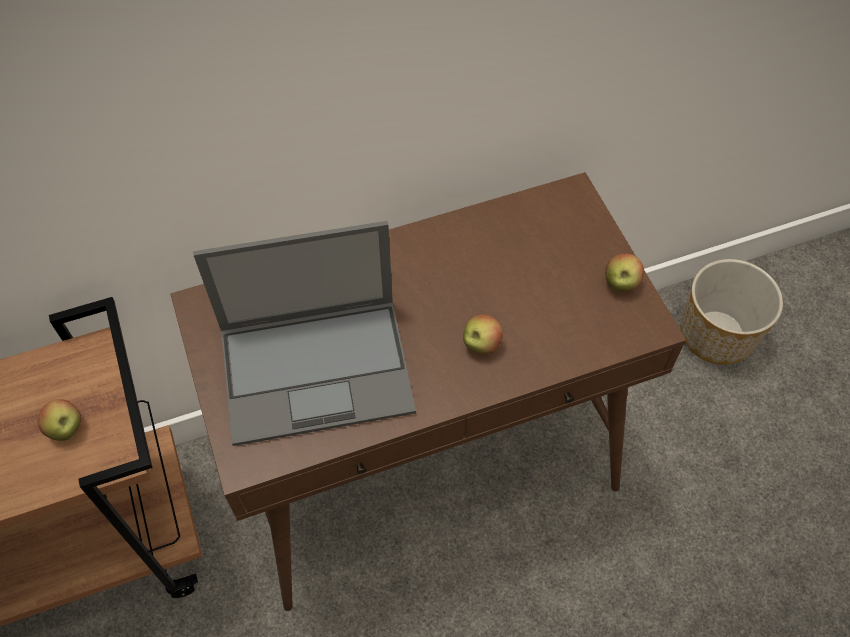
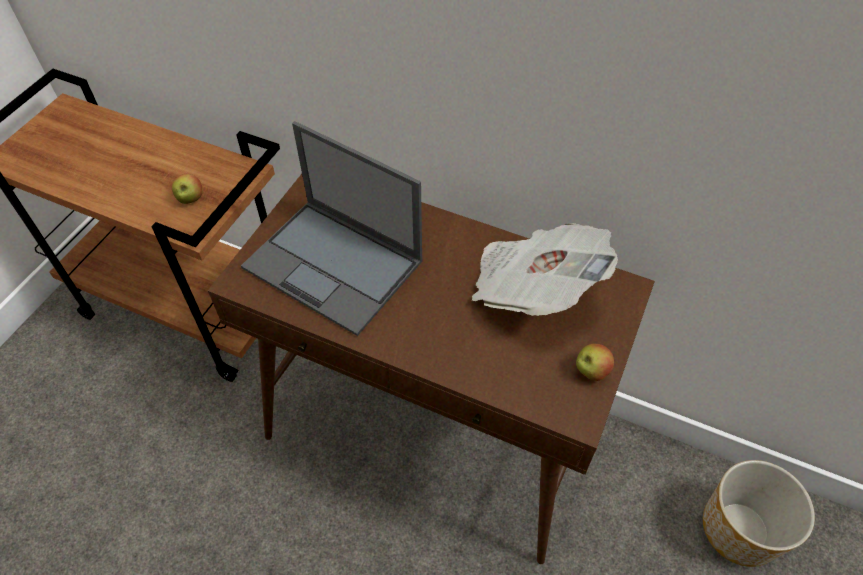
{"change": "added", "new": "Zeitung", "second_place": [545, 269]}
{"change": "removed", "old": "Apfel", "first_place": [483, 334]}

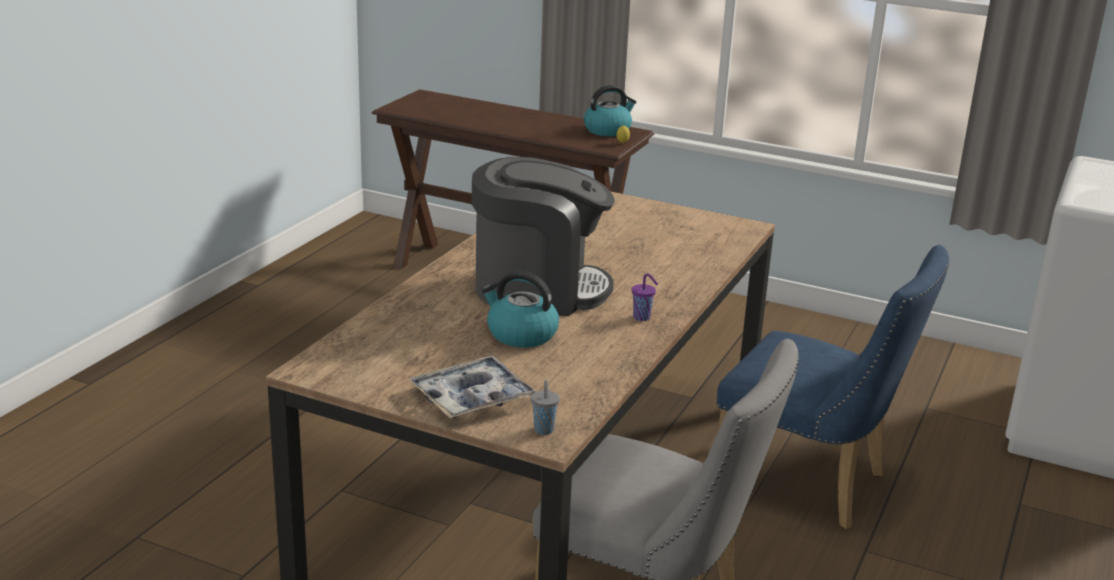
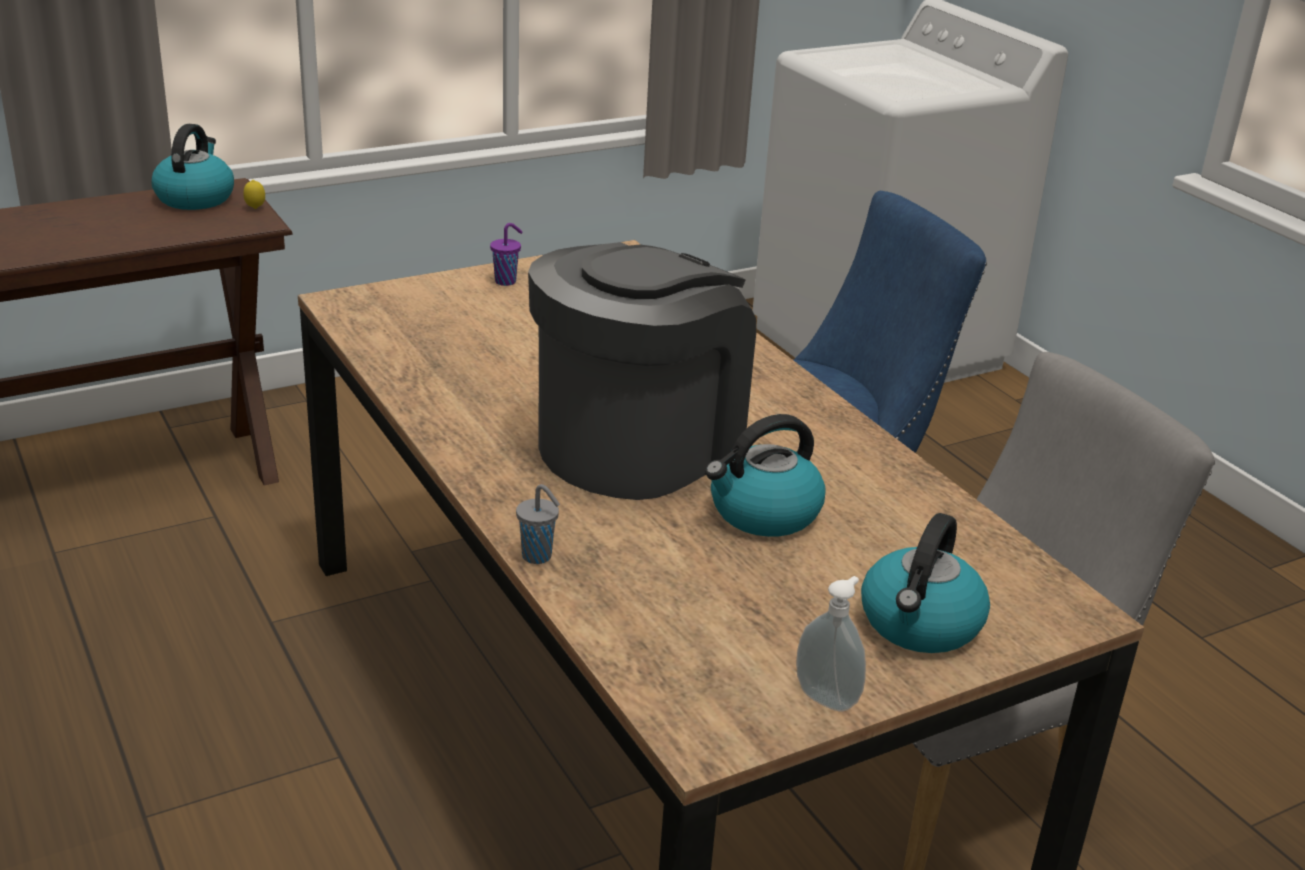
{"change": "moved", "old": "Tasse [lila]", "first_place": [645, 297], "second_place": [506, 254]}
{"change": "moved", "old": "Tasse [grau]", "first_place": [545, 407], "second_place": [538, 524]}
{"change": "added", "new": "Seifenspender", "second_place": [831, 644]}
{"change": "replaced", "old": "Tablett", "new": "Wasserkessel", "first_place": [472, 387], "second_place": [925, 583]}

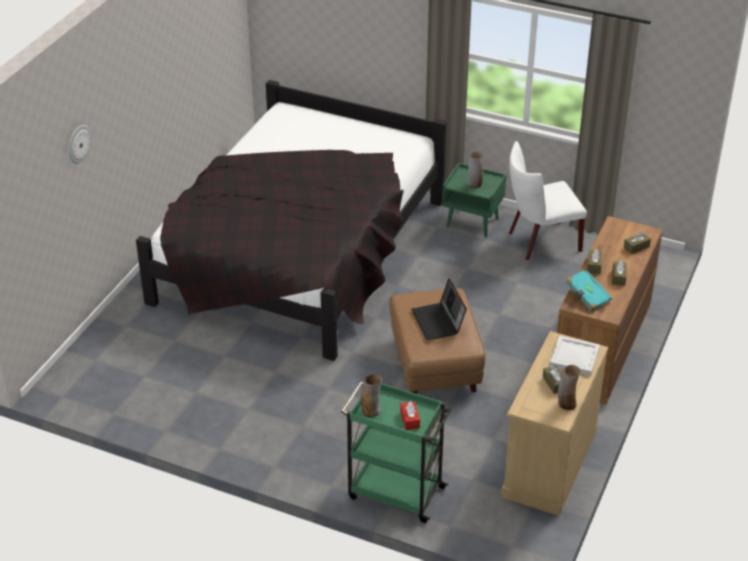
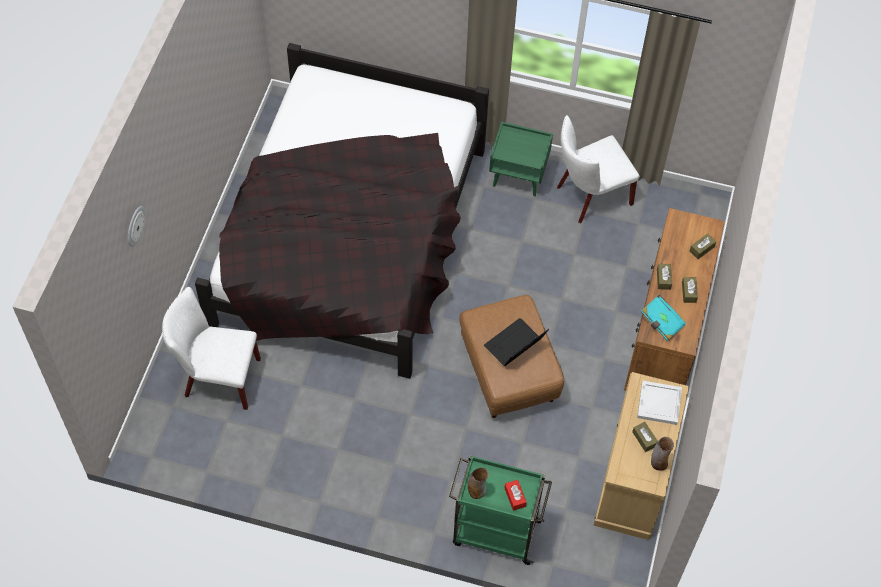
{"change": "added", "new": "Stuhl [weiß]", "second_place": [211, 348]}
{"change": "turned", "old": "Laptop", "first_place": [439, 309], "second_place": [516, 342], "degrees": 75}
{"change": "removed", "old": "Vase", "first_place": [475, 169]}

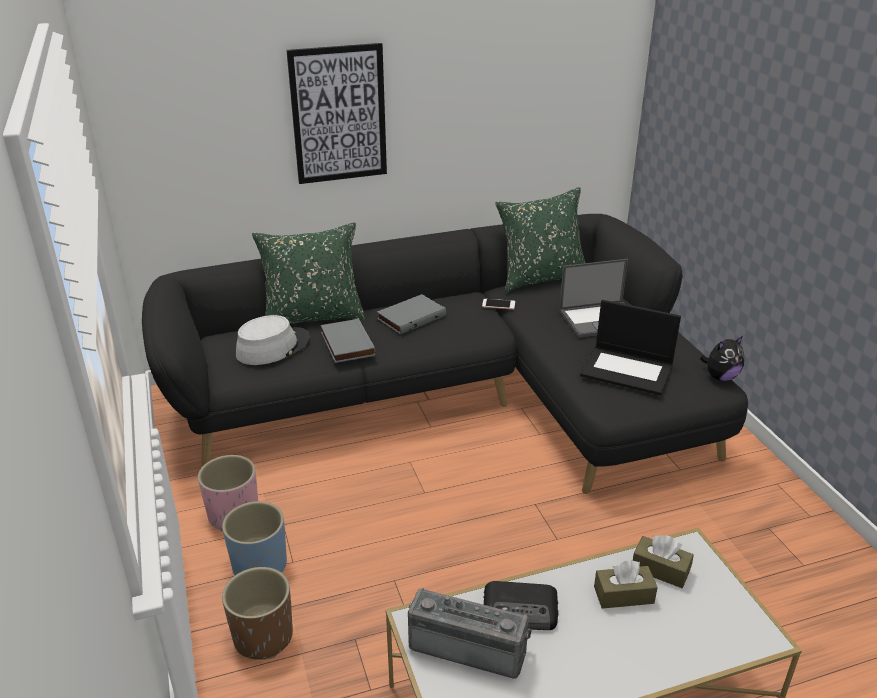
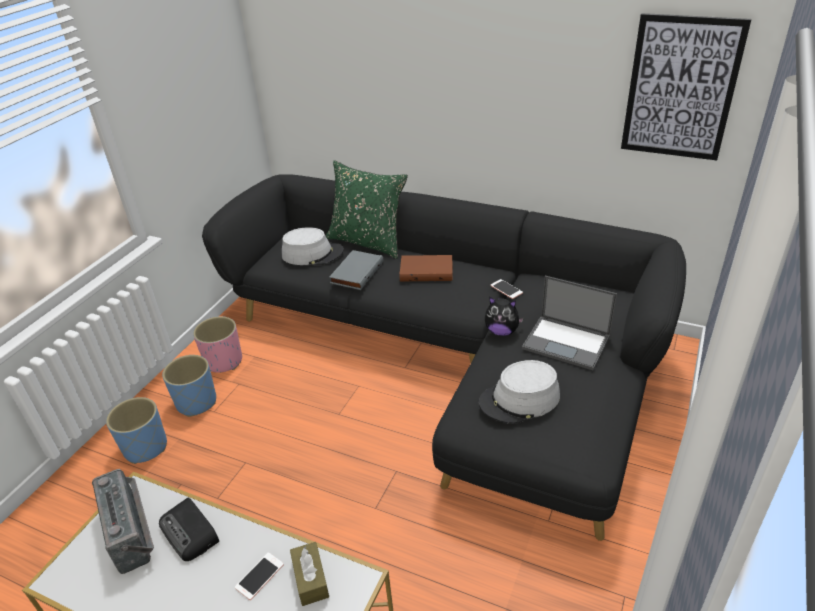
{"change": "recoloured", "old": "Pflanzkübel [braun]", "new": "Pflanzkübel [blau]", "first_place": [257, 613], "second_place": [136, 430]}
{"change": "replaced", "old": "Taschentuchbox [braun]", "new": "Handy", "first_place": [626, 584], "second_place": [259, 576]}
{"change": "recoloured", "old": "Buch [grau]", "new": "Buch [braun]", "first_place": [411, 314], "second_place": [425, 268]}
{"change": "replaced", "old": "Laptop", "new": "Hut [grau]", "first_place": [630, 347], "second_place": [519, 392]}
{"change": "moved", "old": "Plüschtier", "first_place": [722, 358], "second_place": [504, 316]}
{"change": "moved", "old": "Bild", "first_place": [336, 113], "second_place": [686, 86]}
{"change": "removed", "old": "Kissen [grün]", "first_place": [540, 239]}

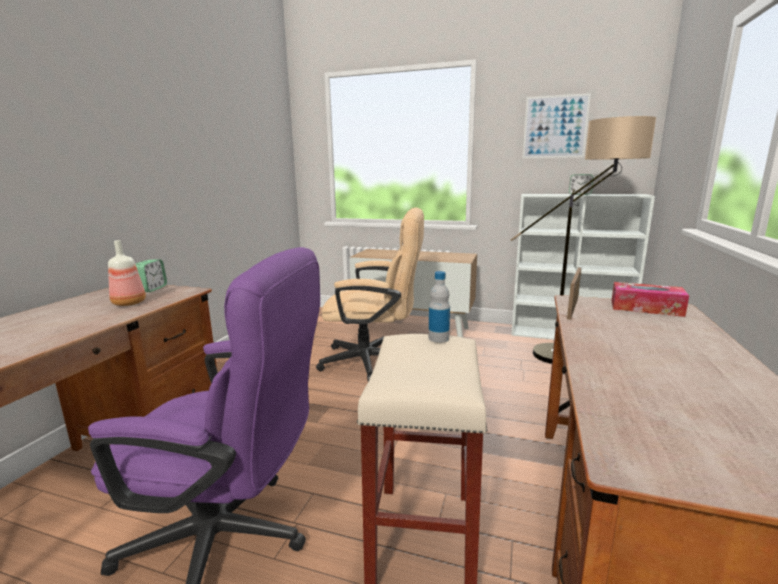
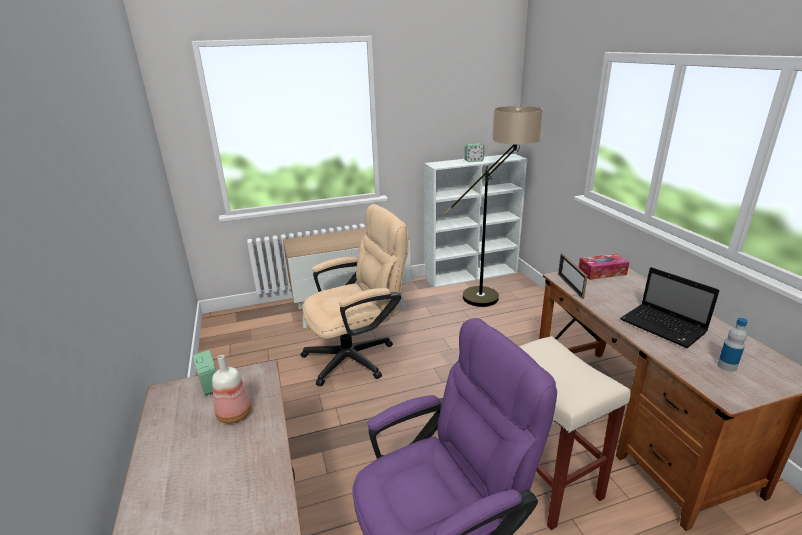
{"change": "added", "new": "Laptop", "second_place": [670, 307]}
{"change": "moved", "old": "Flasche", "first_place": [439, 307], "second_place": [732, 345]}
{"change": "removed", "old": "Bild", "first_place": [557, 126]}

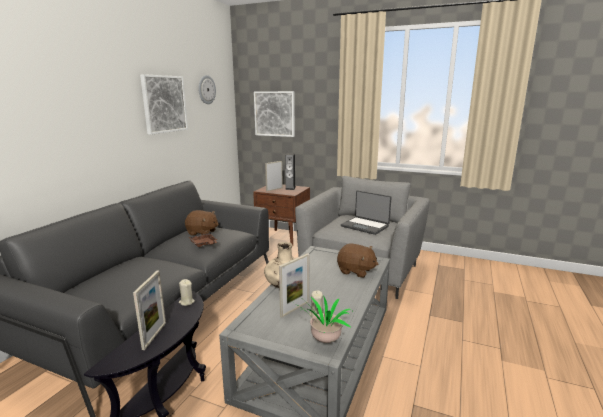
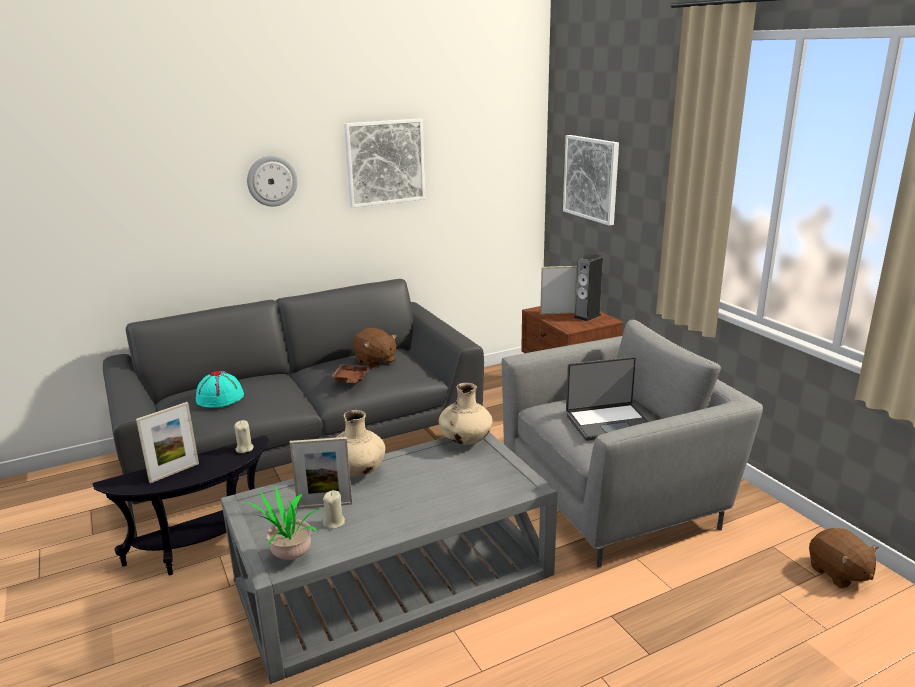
{"change": "added", "new": "Hut [türkis]", "second_place": [220, 389]}
{"change": "moved", "old": "Wanduhr", "first_place": [207, 89], "second_place": [272, 181]}
{"change": "added", "new": "Vase [beige]", "second_place": [466, 414]}
{"change": "turned", "old": "Laptop", "first_place": [366, 212], "second_place": [607, 399], "degrees": -90}
{"change": "moved", "old": "Plüschtier [braun]", "first_place": [357, 261], "second_place": [844, 558]}

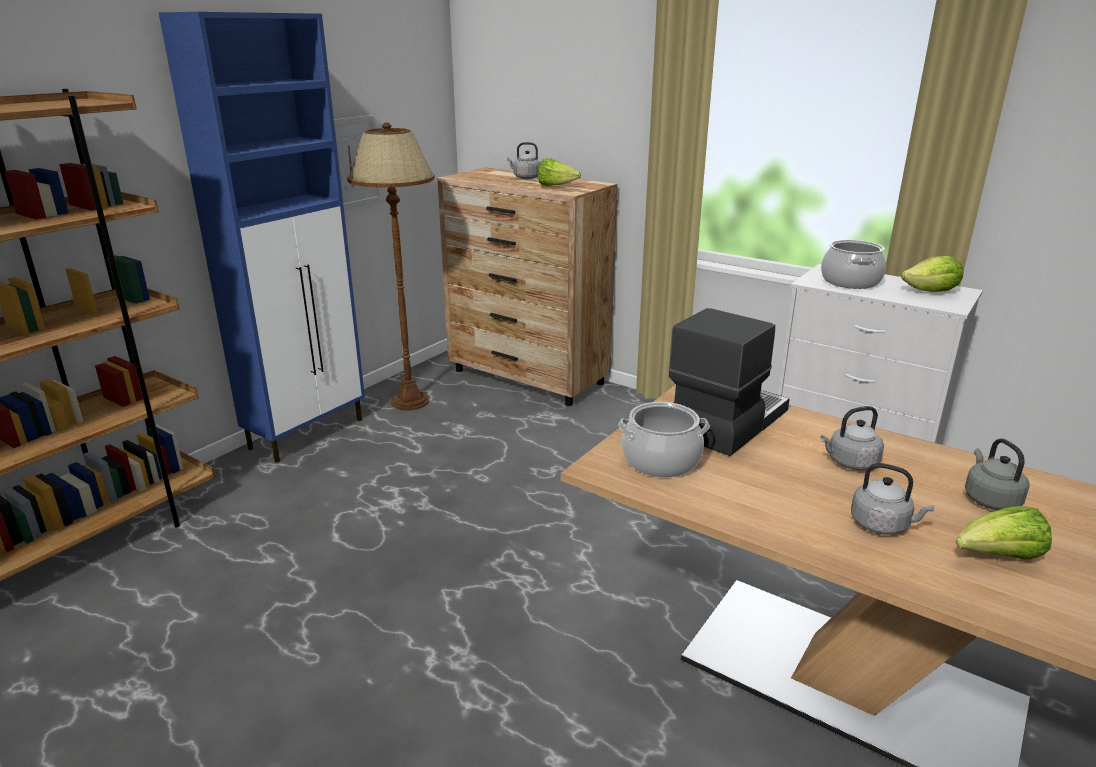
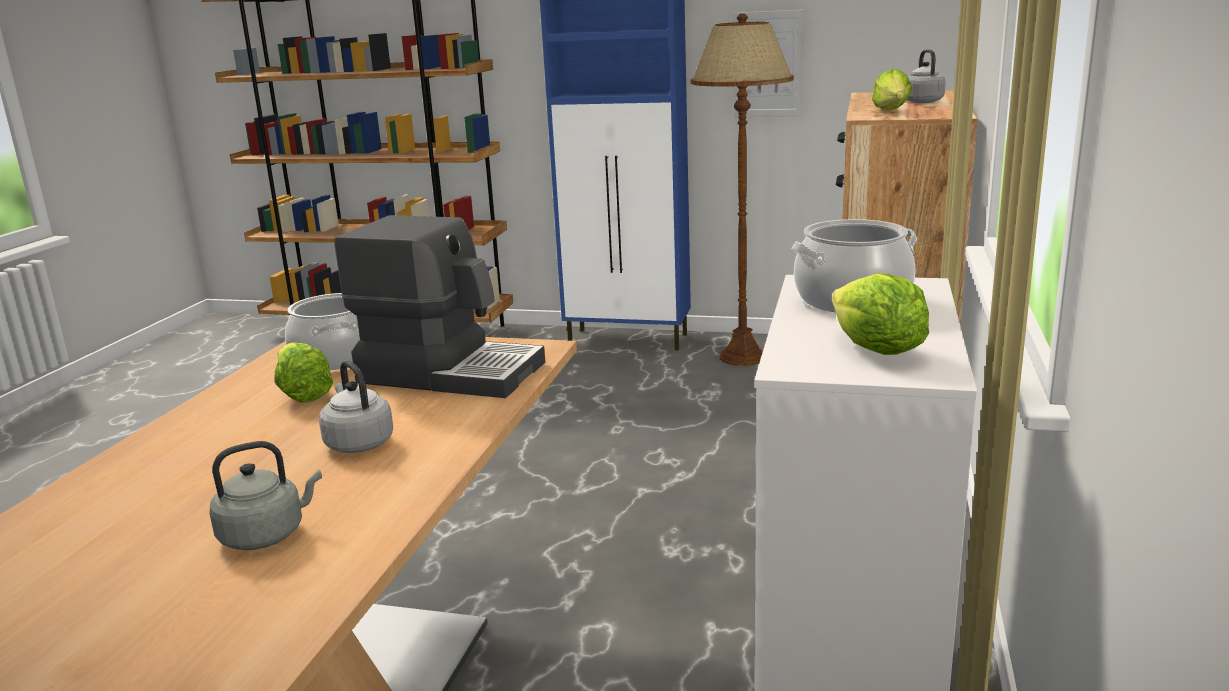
{"change": "moved", "old": "Salatkopf", "first_place": [1004, 533], "second_place": [303, 373]}
{"change": "removed", "old": "Wasserkessel [grau]", "first_place": [893, 499]}

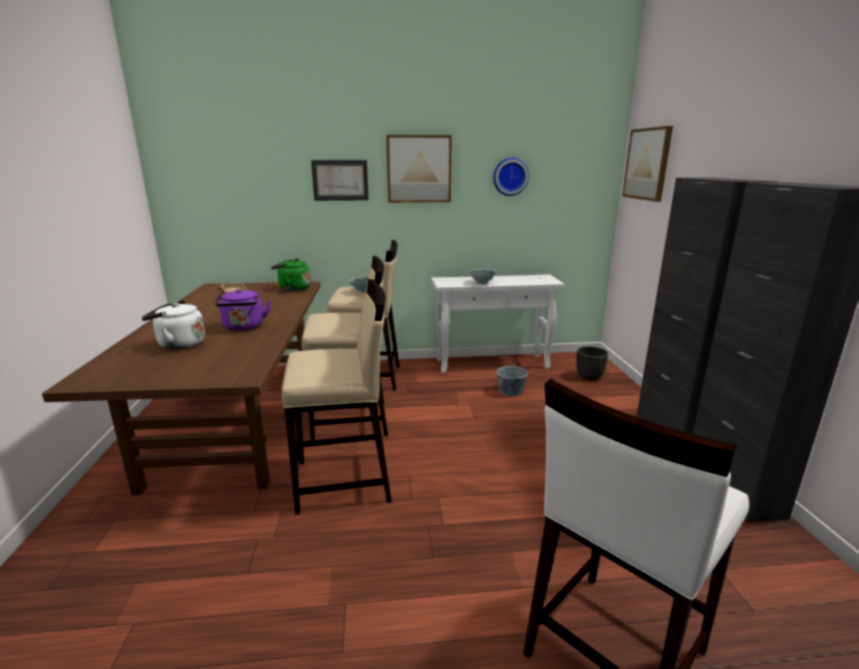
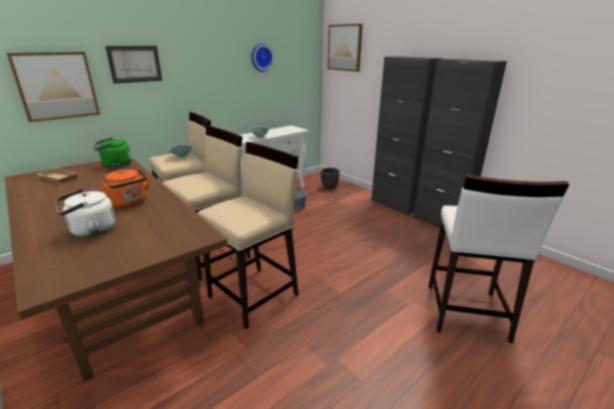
{"change": "moved", "old": "Bild", "first_place": [419, 169], "second_place": [53, 87]}
{"change": "recoloured", "old": "Wasserkessel [lila]", "new": "Wasserkessel [orange]", "first_place": [243, 310], "second_place": [126, 188]}

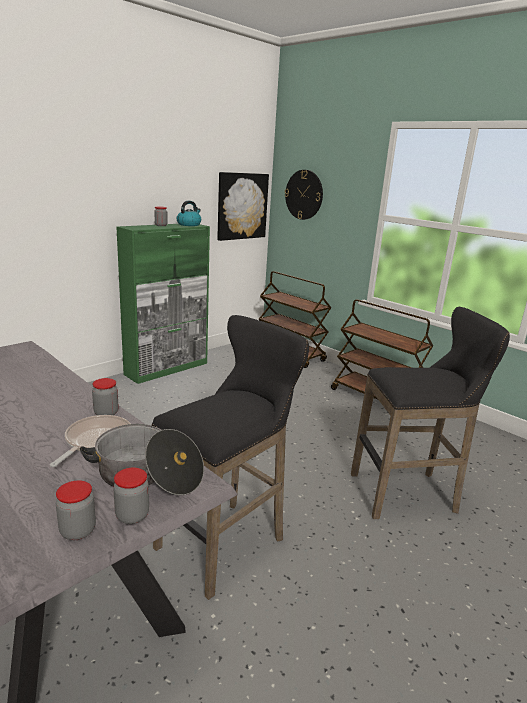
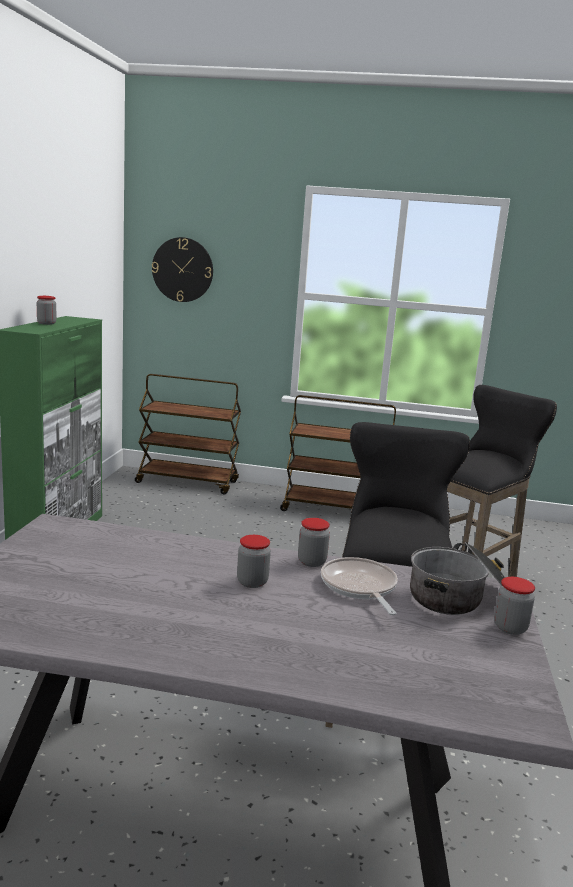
{"change": "moved", "old": "Vorratsglas", "first_place": [76, 510], "second_place": [254, 561]}
{"change": "removed", "old": "Wasserkessel", "first_place": [188, 213]}
{"change": "removed", "old": "Bild", "first_place": [243, 206]}

